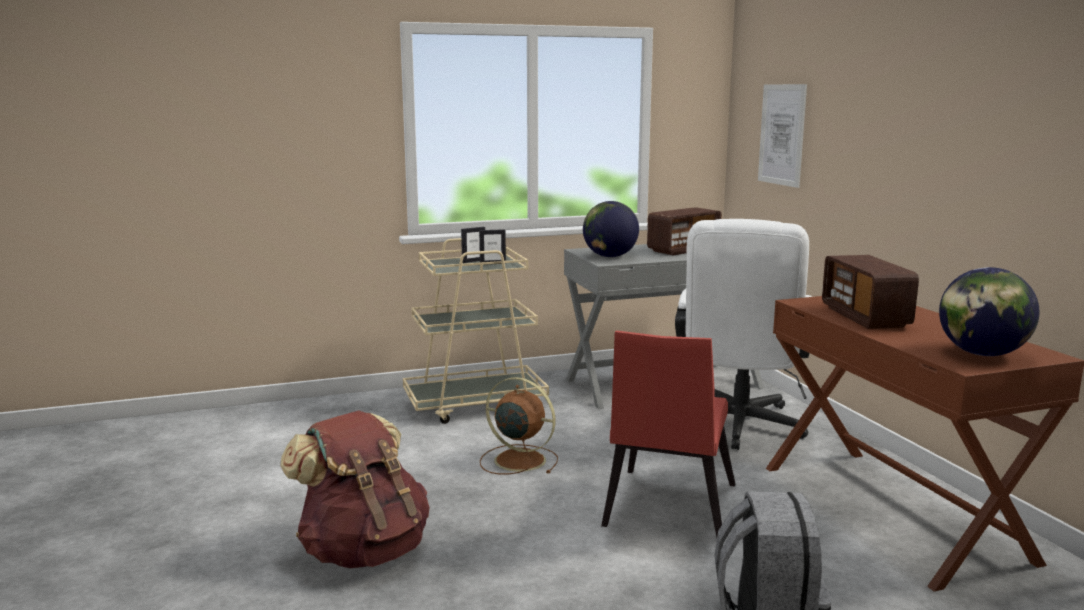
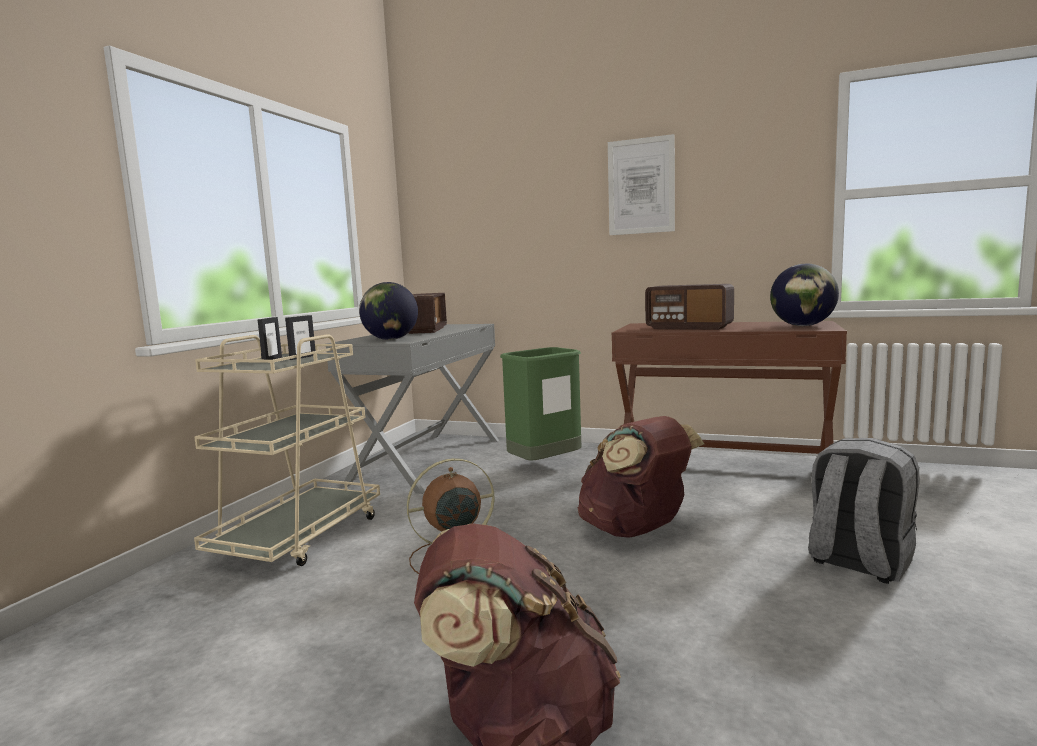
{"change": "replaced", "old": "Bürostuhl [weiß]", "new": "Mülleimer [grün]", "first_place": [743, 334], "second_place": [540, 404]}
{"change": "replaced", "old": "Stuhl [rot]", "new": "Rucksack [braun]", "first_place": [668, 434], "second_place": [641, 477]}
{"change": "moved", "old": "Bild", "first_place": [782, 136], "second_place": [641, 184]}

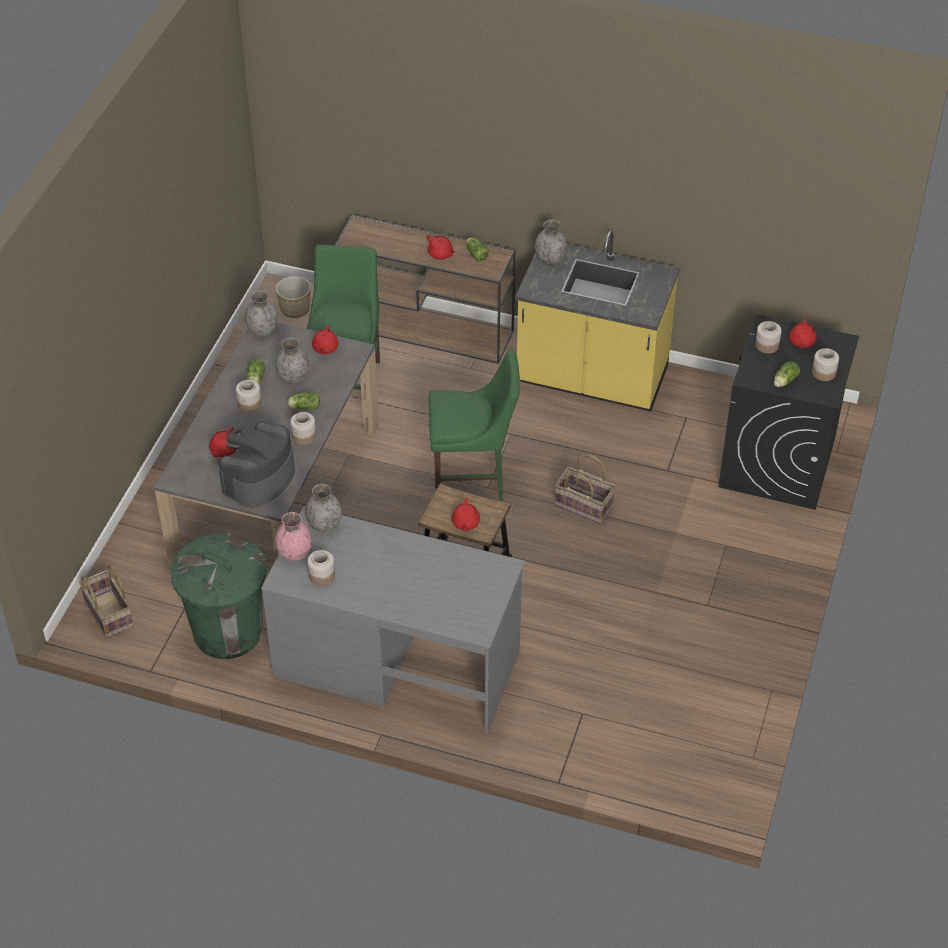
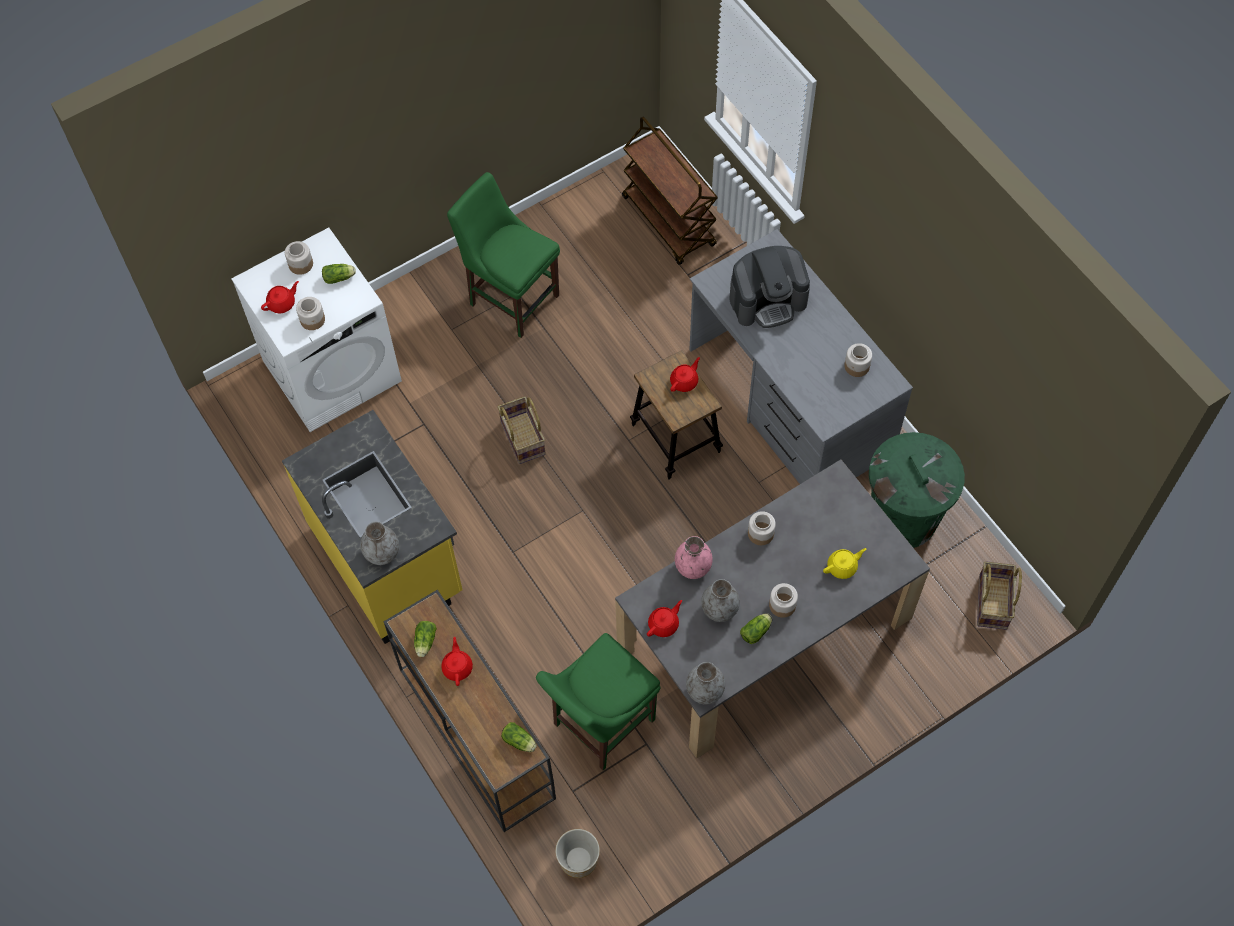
{"change": "recoloured", "old": "Waschmaschine [schwarz]", "new": "Waschmaschine [weiß]", "first_place": [789, 412], "second_place": [316, 329]}
{"change": "moved", "old": "Stuhl [grün]", "first_place": [474, 425], "second_place": [503, 255]}
{"change": "moved", "old": "Salatkopf", "first_place": [303, 401], "second_place": [519, 737]}
{"change": "added", "new": "Rollwagen [braun]", "second_place": [670, 191]}
{"change": "moved", "old": "Vase [rosa]", "first_place": [293, 536], "second_place": [694, 557]}
{"change": "moved", "old": "Kaffeemaschine", "first_place": [257, 464], "second_place": [769, 287]}
{"change": "recoloured", "old": "Teekanne [rot]", "new": "Teekanne [gelb]", "first_place": [222, 442], "second_place": [844, 563]}
{"change": "removed", "old": "Vase [grau]", "first_place": [323, 508]}

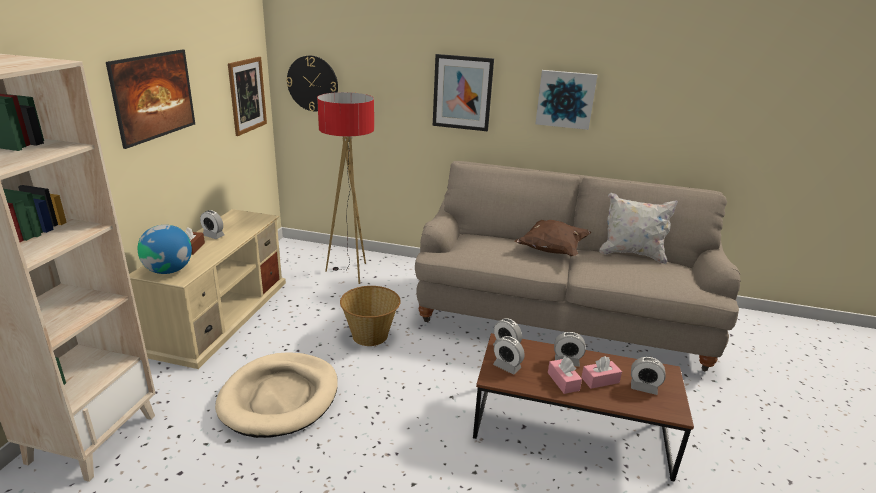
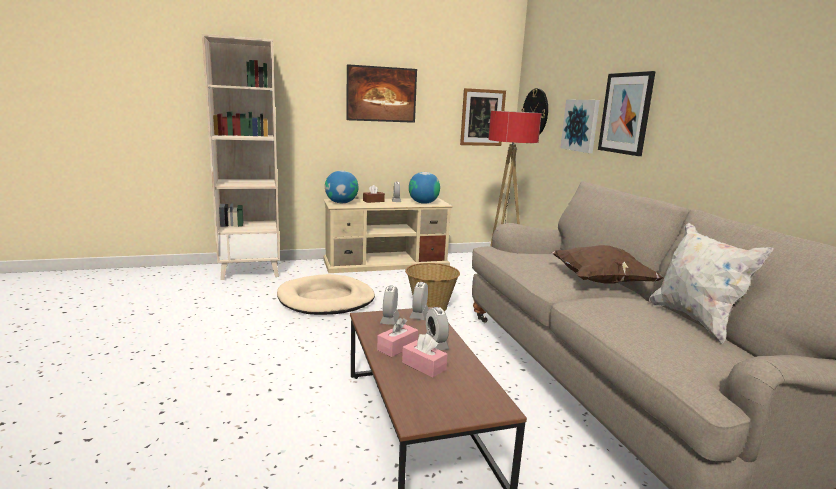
{"change": "added", "new": "Globus", "second_place": [424, 188]}
{"change": "moved", "old": "Bild", "first_place": [566, 100], "second_place": [580, 126]}
{"change": "removed", "old": "Wecker", "first_place": [648, 376]}

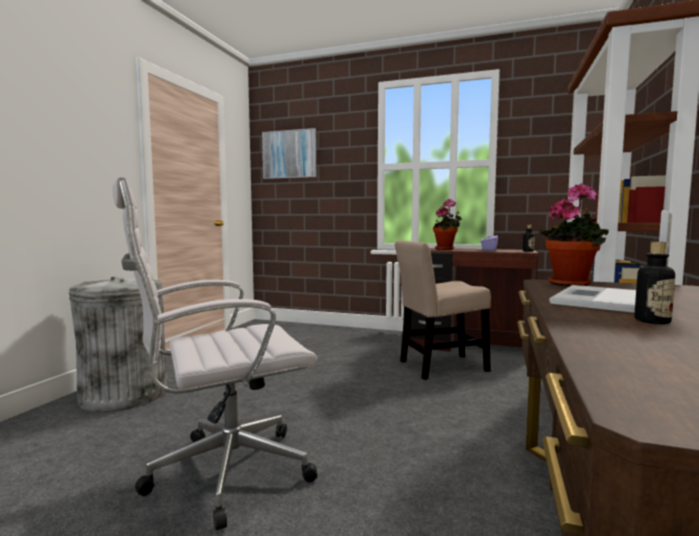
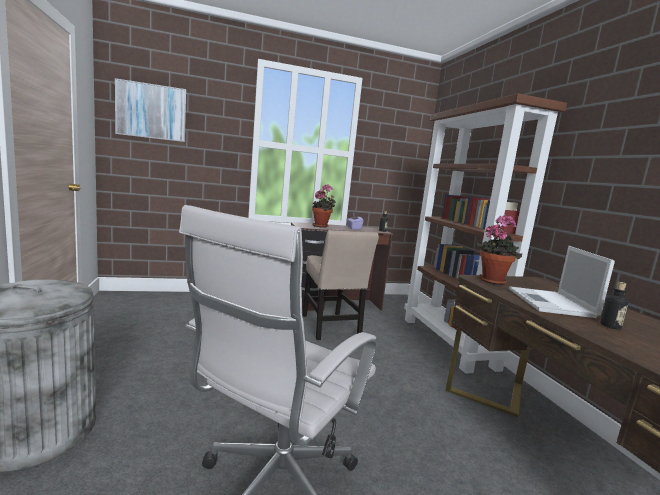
{"change": "turned", "old": "Stuhl [beige]", "first_place": [443, 310], "second_place": [340, 285], "degrees": -60}

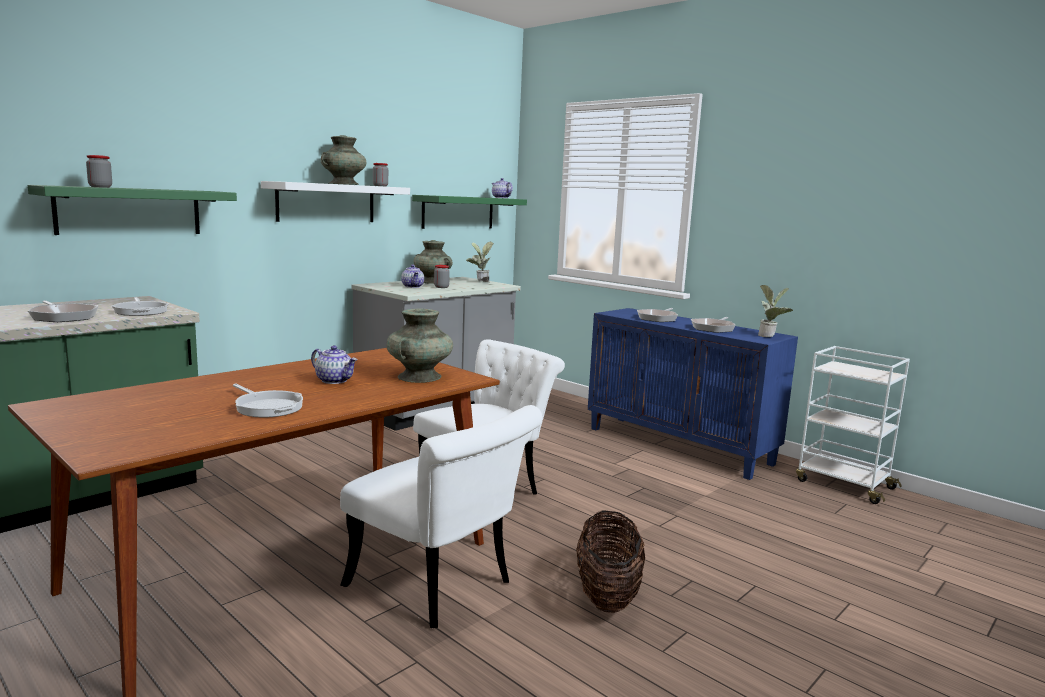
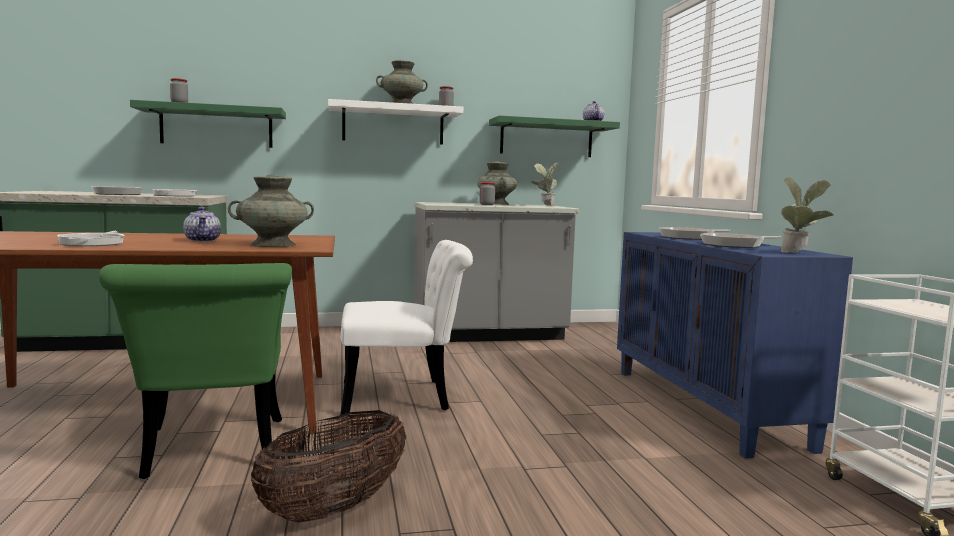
{"change": "recoloured", "old": "Stuhl [weiß]", "new": "Stuhl [grün]", "first_place": [441, 516], "second_place": [195, 371]}
{"change": "removed", "old": "Teekanne", "first_place": [412, 276]}

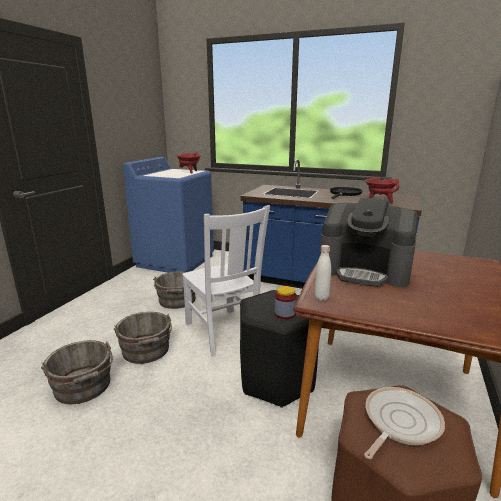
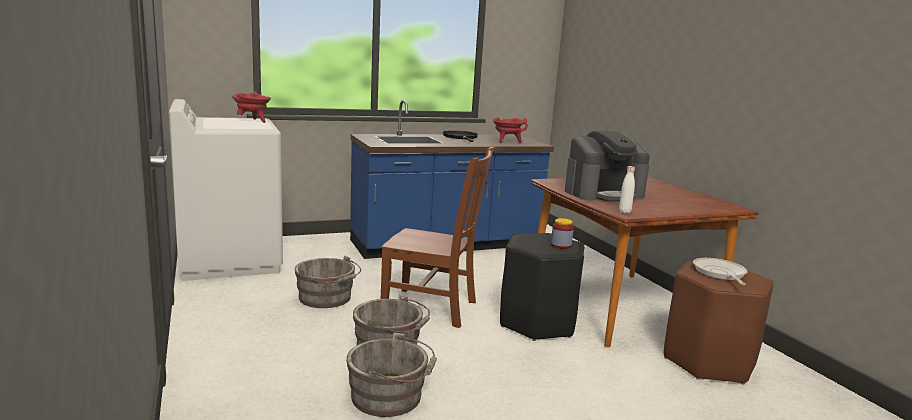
{"change": "recoloured", "old": "Waschmaschine [blau]", "new": "Waschmaschine [weiß]", "first_place": [168, 215], "second_place": [226, 190]}
{"change": "recoloured", "old": "Stuhl [weiß]", "new": "Stuhl [braun]", "first_place": [226, 280], "second_place": [437, 237]}

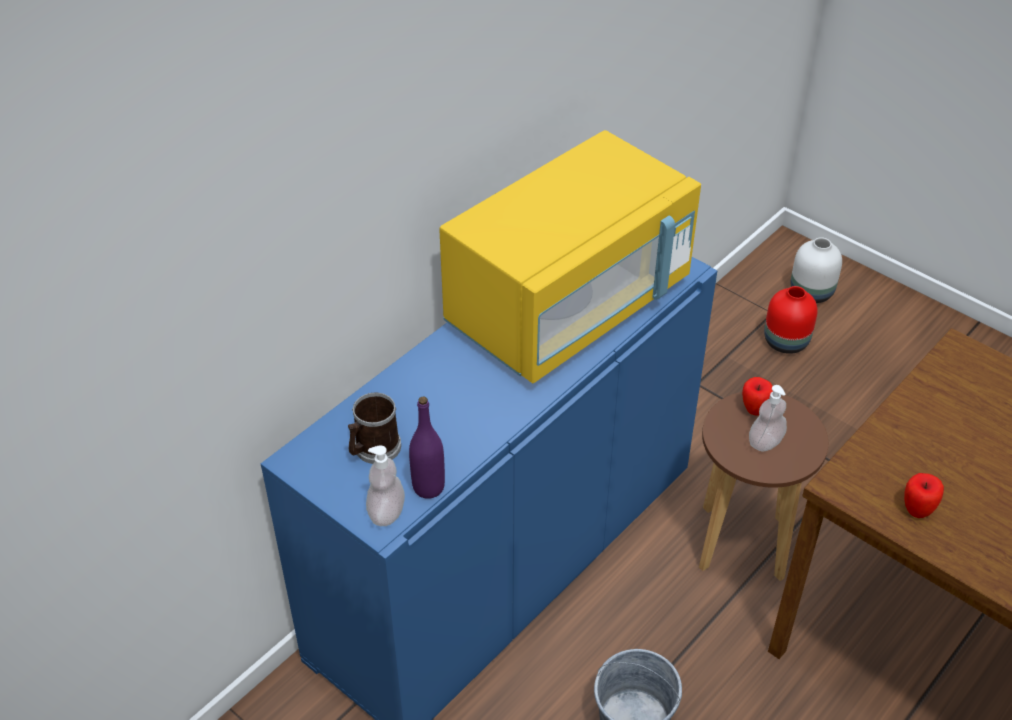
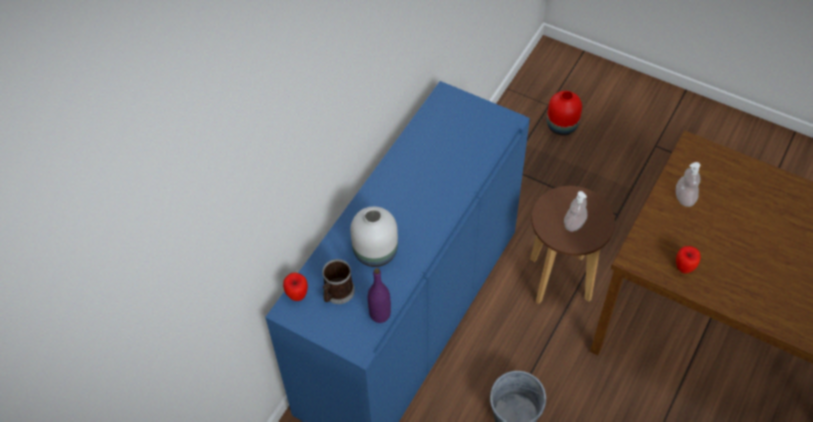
{"change": "moved", "old": "Apfel", "first_place": [757, 396], "second_place": [295, 286]}
{"change": "moved", "old": "Vase [weiß]", "first_place": [816, 270], "second_place": [374, 236]}
{"change": "moved", "old": "Seifenspender", "first_place": [385, 485], "second_place": [688, 184]}
{"change": "removed", "old": "Mikrowelle [gelb]", "first_place": [570, 256]}

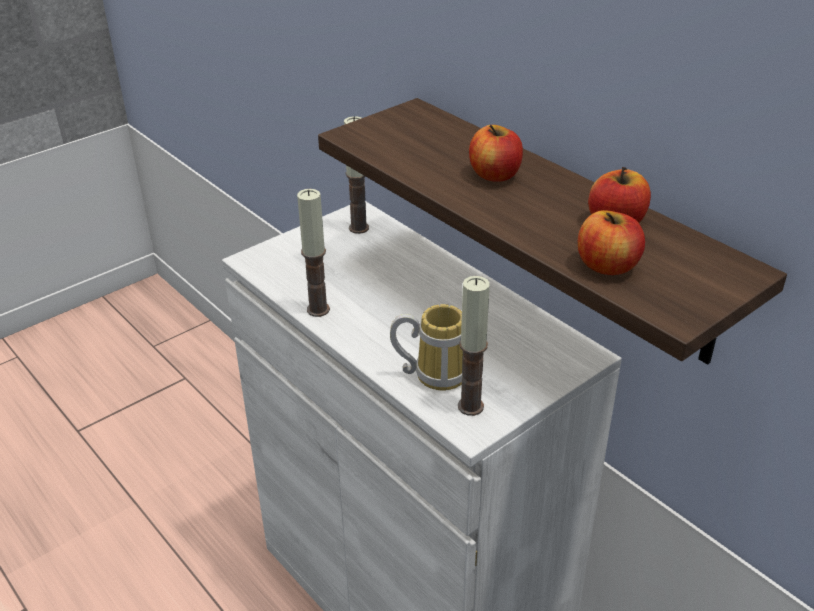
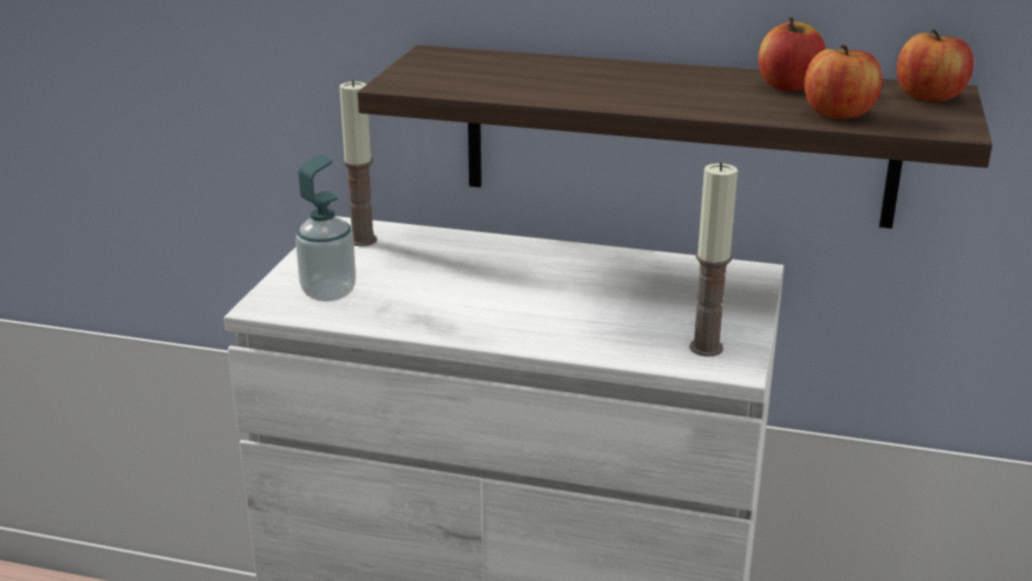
{"change": "added", "new": "Seifenspender", "second_place": [326, 228]}
{"change": "moved", "old": "Apfel", "first_place": [496, 153], "second_place": [935, 65]}
{"change": "removed", "old": "Kerze", "first_place": [313, 253]}
{"change": "removed", "old": "Henkelbecher", "first_place": [426, 347]}

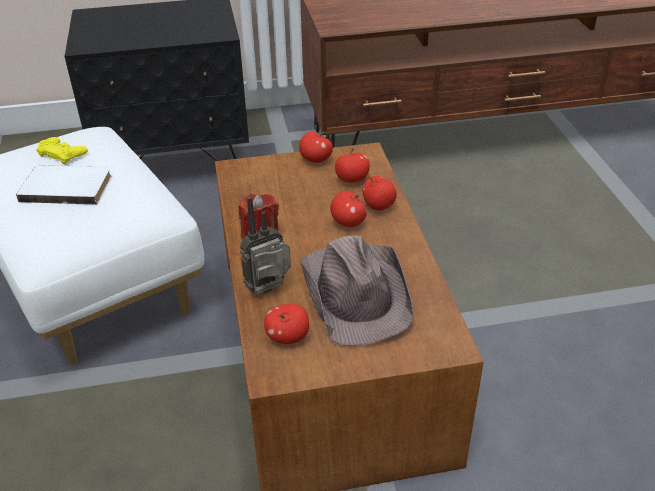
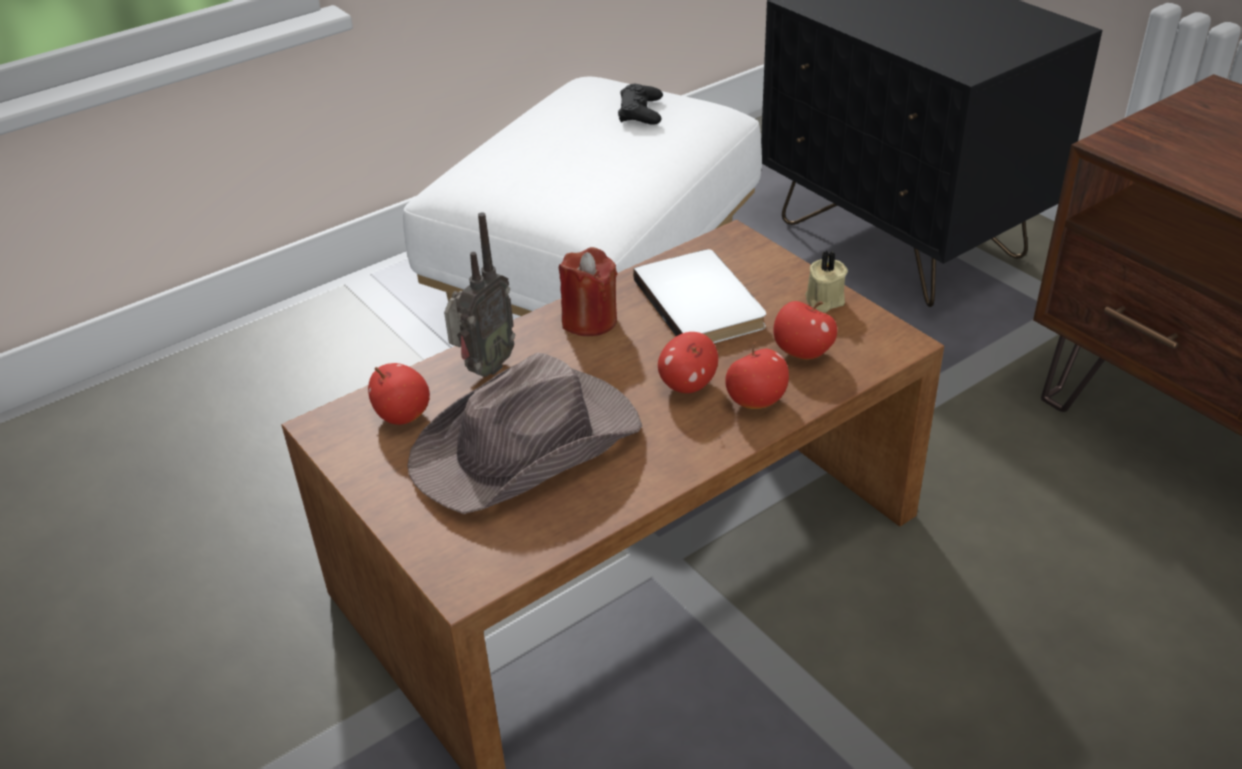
{"change": "turned", "old": "Radio", "first_place": [265, 245], "second_place": [479, 294], "degrees": 90}
{"change": "recoloured", "old": "Gamepad [gelb]", "new": "Gamepad [schwarz]", "first_place": [62, 150], "second_place": [640, 104]}
{"change": "moved", "old": "Buch [weiß]", "first_place": [64, 184], "second_place": [699, 296]}
{"change": "replaced", "old": "Apfel", "new": "Kerze [beige]", "first_place": [316, 147], "second_place": [826, 282]}

